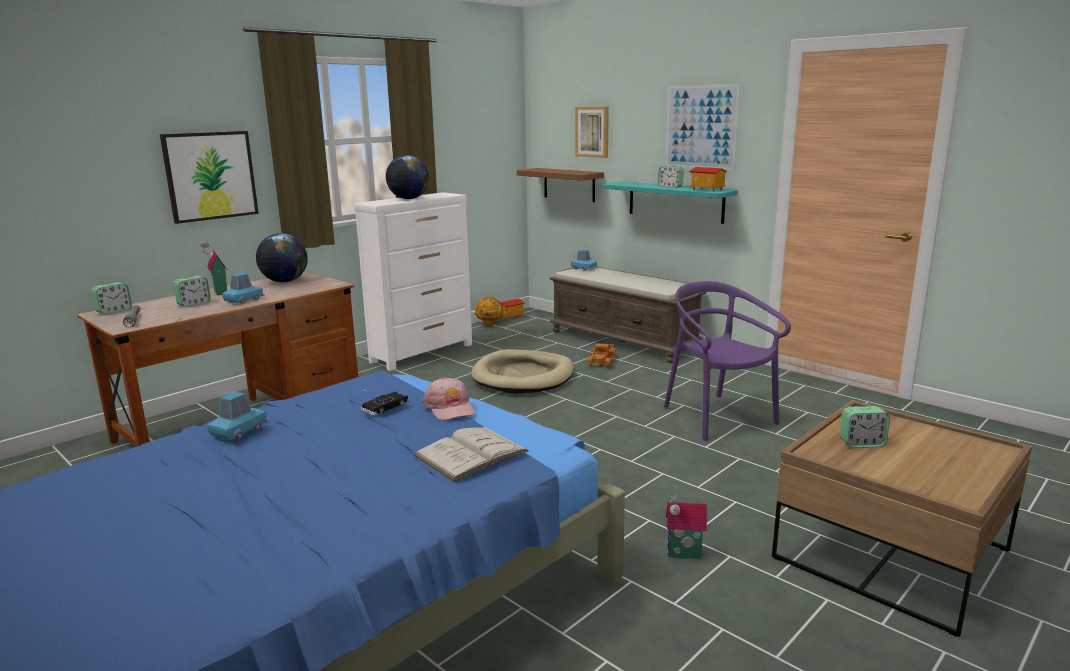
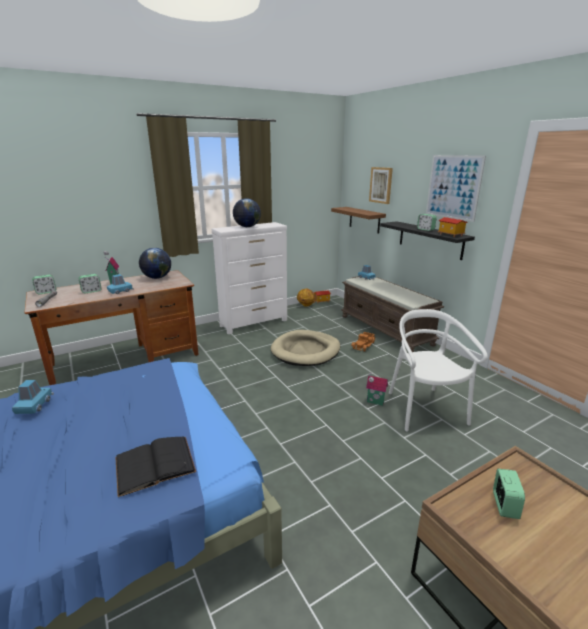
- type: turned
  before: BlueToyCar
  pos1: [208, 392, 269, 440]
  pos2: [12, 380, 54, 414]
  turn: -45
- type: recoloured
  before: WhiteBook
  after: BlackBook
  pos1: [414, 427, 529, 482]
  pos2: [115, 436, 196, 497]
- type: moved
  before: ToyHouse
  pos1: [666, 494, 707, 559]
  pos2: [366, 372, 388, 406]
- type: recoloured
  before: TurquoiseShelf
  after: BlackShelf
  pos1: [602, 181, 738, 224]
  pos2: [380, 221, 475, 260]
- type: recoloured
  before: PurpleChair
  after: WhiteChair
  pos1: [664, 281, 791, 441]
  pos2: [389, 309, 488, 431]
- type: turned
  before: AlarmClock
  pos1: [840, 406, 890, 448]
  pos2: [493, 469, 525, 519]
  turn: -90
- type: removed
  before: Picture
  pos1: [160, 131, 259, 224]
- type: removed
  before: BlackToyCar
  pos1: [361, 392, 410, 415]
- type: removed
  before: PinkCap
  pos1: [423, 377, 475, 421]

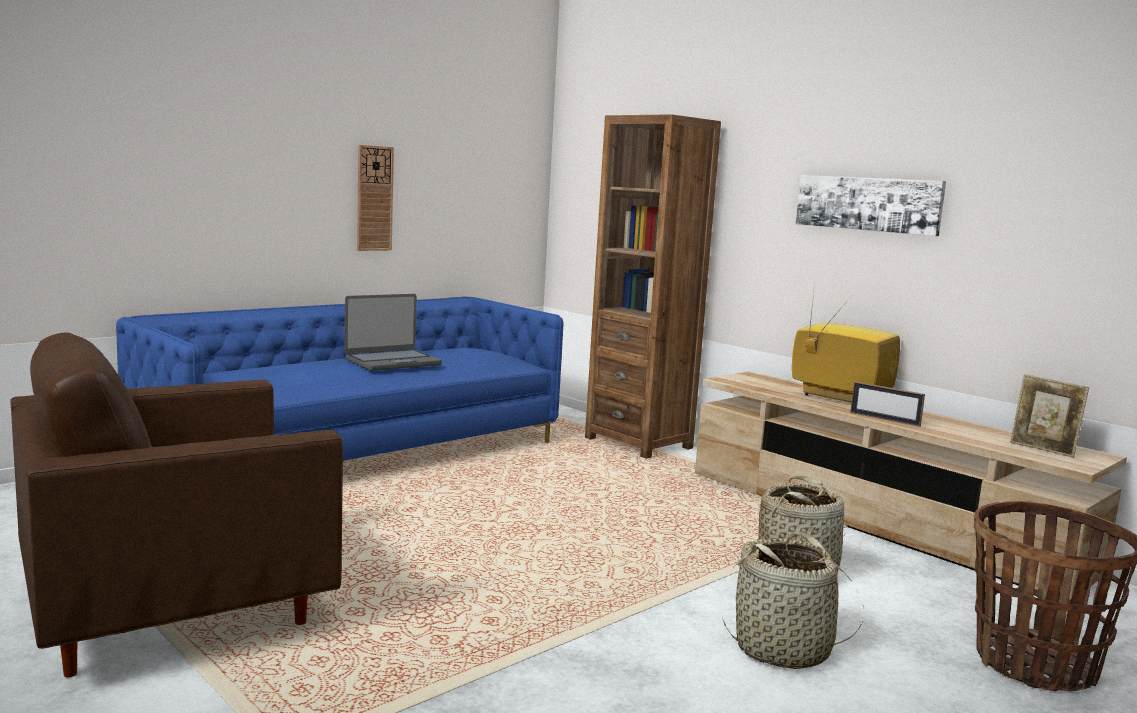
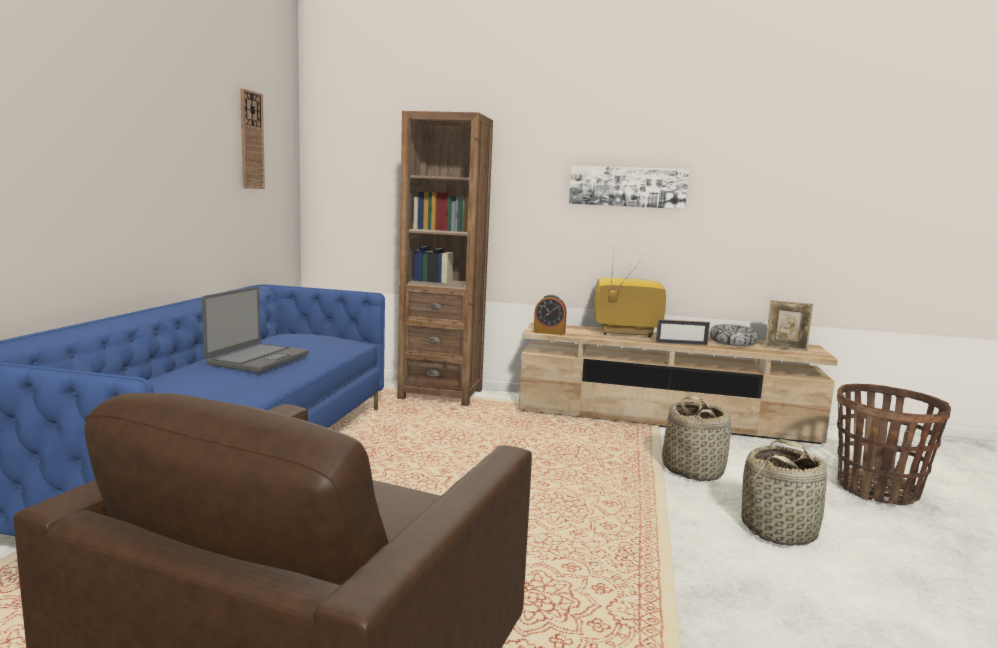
- type: moved
  before: WallClock
  pos1: [357, 145, 394, 251]
  pos2: [240, 88, 265, 189]
- type: added
  after: AlarmClock
  pos2: [534, 294, 566, 335]
- type: added
  after: Bowl
  pos2: [709, 324, 759, 346]

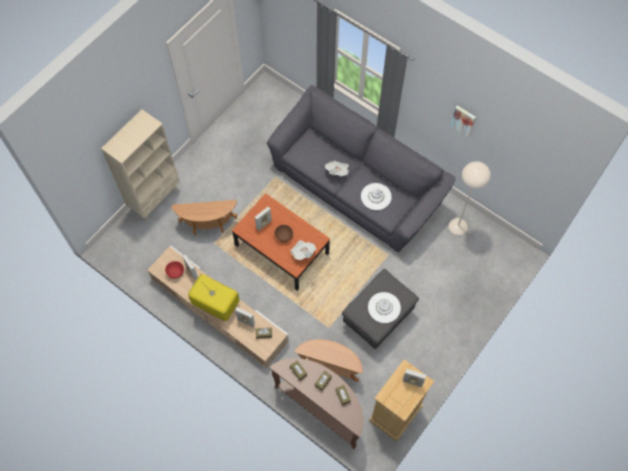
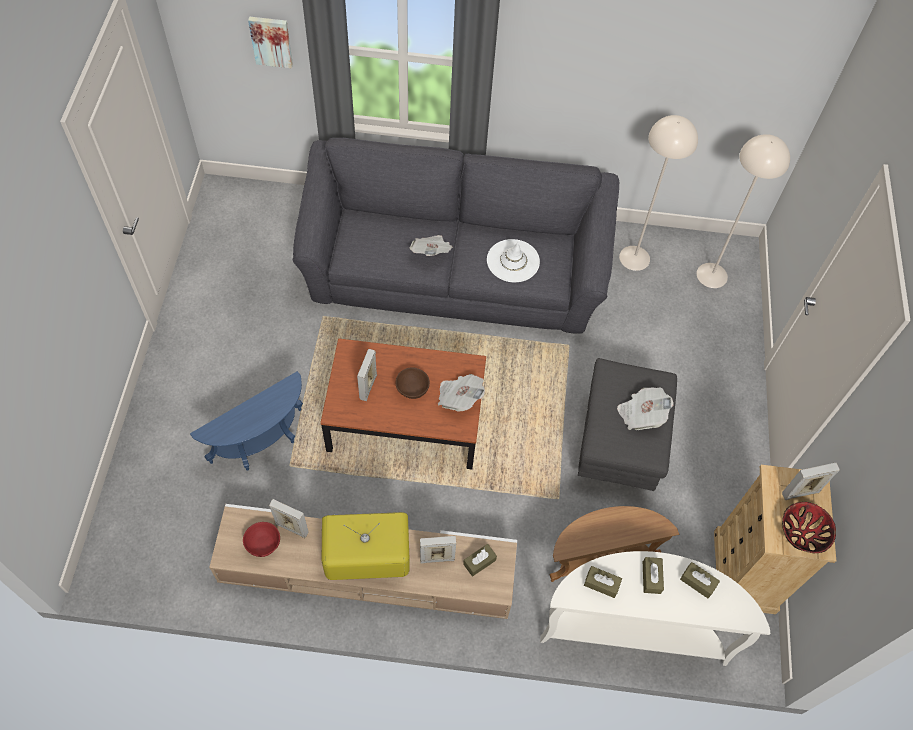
- type: recoloured
  before: BrownSideTable
  after: BlueSideTable
  pos1: [172, 200, 237, 235]
  pos2: [190, 371, 303, 471]
- type: moved
  before: Picture
  pos1: [450, 105, 476, 137]
  pos2: [248, 17, 293, 68]
- type: recoloured
  before: BrownConsoleTable
  after: WhiteConsoleTable
  pos1: [269, 358, 364, 449]
  pos2: [540, 551, 770, 666]
- type: replaced
  before: WhiteHat
  after: Newspaper
  pos1: [368, 292, 401, 323]
  pos2: [617, 387, 674, 430]
- type: added
  after: BeigeFloorLamp
  pos2: [697, 134, 790, 288]
- type: added
  after: Bowl
  pos2: [782, 502, 836, 553]
- type: removed
  before: BeigeBookcase
  pos1: [101, 109, 180, 220]

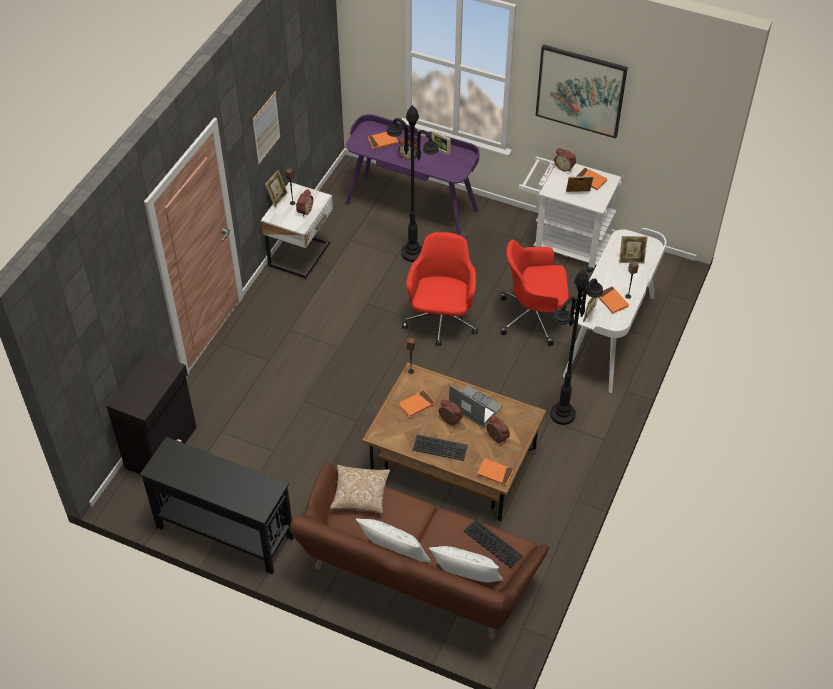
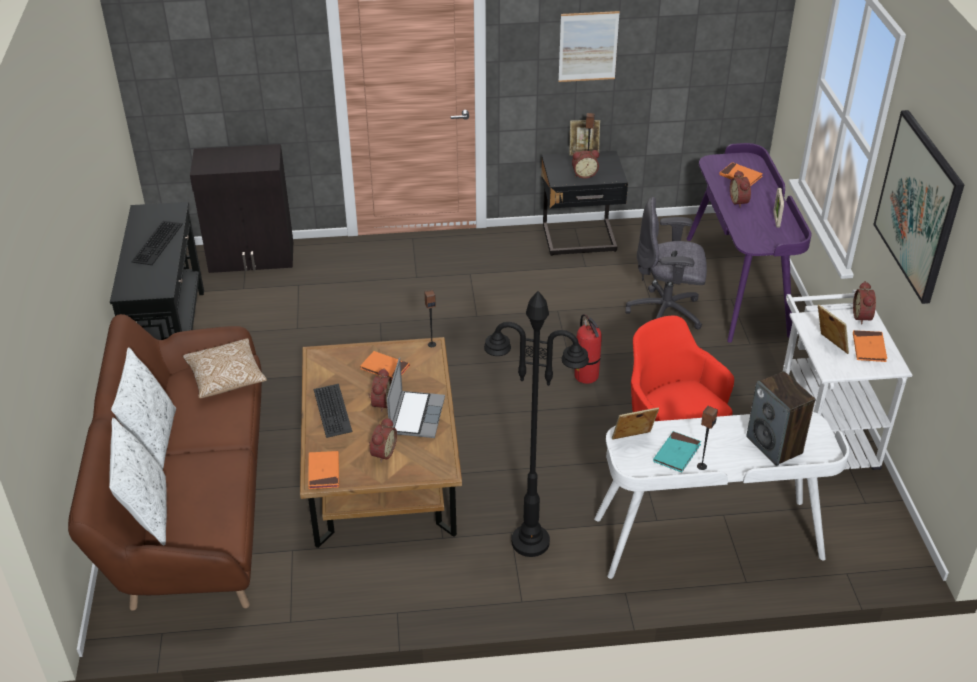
- type: moved
  before: Keyboard
  pos1: [464, 520, 523, 568]
  pos2: [131, 221, 183, 265]
- type: recoloured
  before: WhiteNightstand
  after: BlackNightstand
  pos1: [261, 182, 333, 279]
  pos2: [541, 151, 628, 256]
- type: replaced
  before: RedOfficeChair
  after: FireExtinguisher
  pos1: [402, 232, 478, 345]
  pos2: [574, 314, 602, 384]
- type: replaced
  before: BlackFloorLamp
  after: GreyOfficeChair
  pos1: [387, 105, 439, 262]
  pos2: [625, 197, 707, 330]
- type: recoloured
  before: OrangeBook
  after: TurquoiseBook
  pos1: [598, 286, 629, 314]
  pos2: [653, 431, 701, 473]
- type: replaced
  before: PictureFrame
  after: Speaker
  pos1: [619, 236, 648, 263]
  pos2: [746, 371, 815, 466]

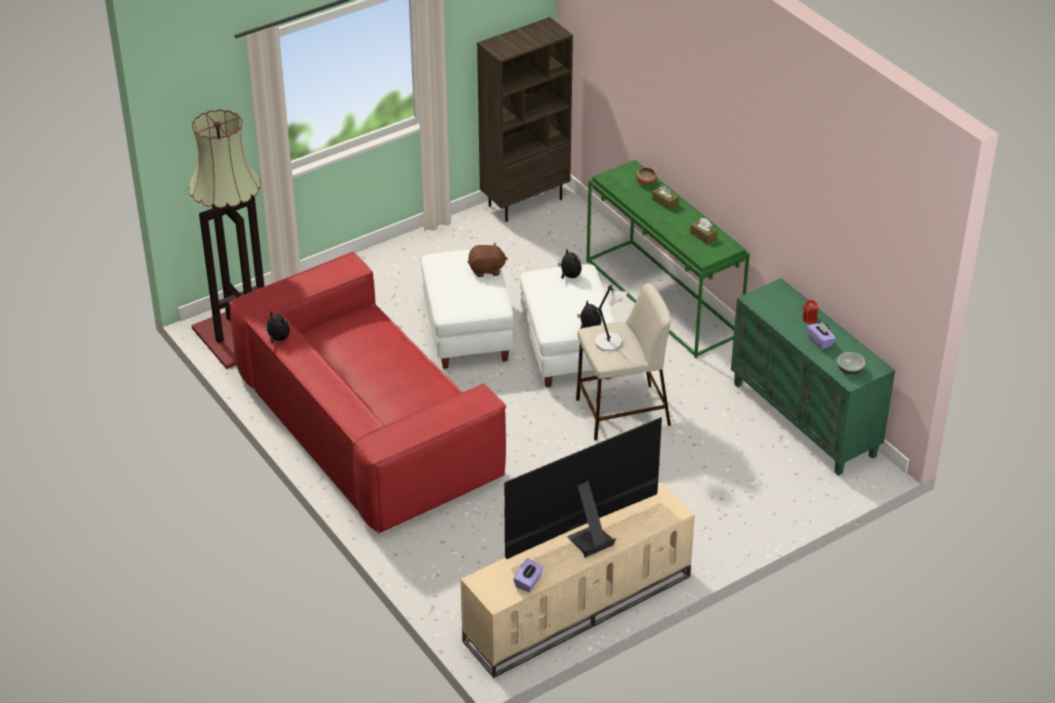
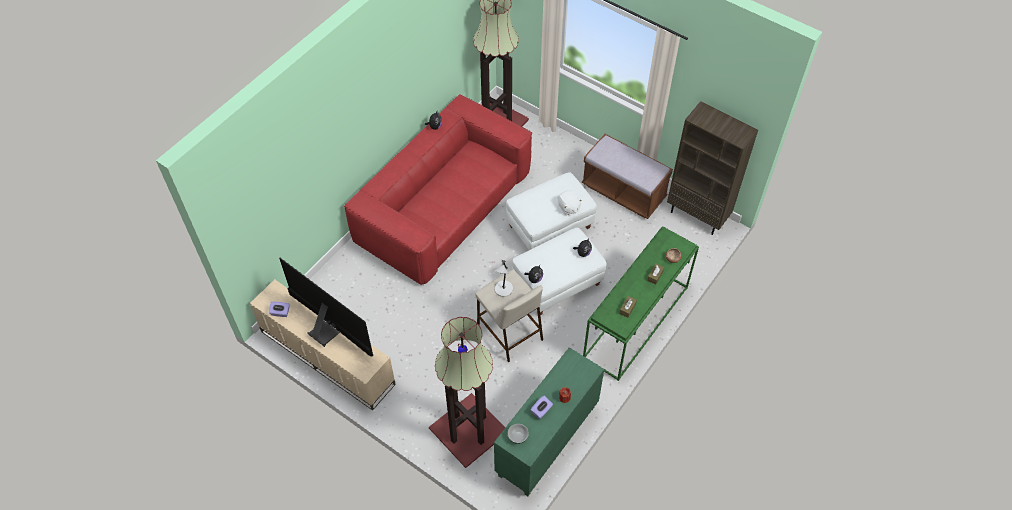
- type: added
  after: FloorLamp
  pos2: [429, 317, 505, 468]
- type: recoloured
  before: BrownPlushToy
  after: WhitePlushToy
  pos1: [468, 243, 508, 277]
  pos2: [558, 190, 582, 215]
- type: added
  after: BrownBench
  pos2: [582, 134, 673, 219]

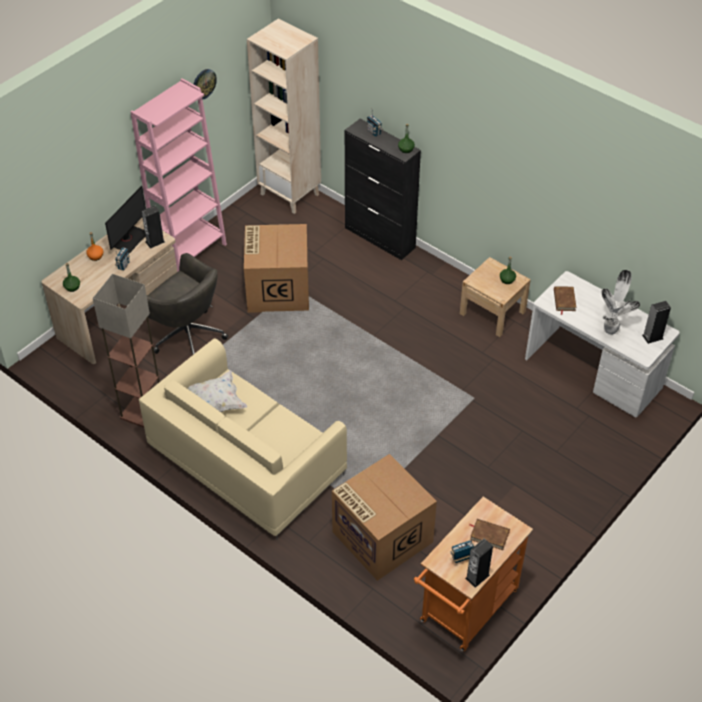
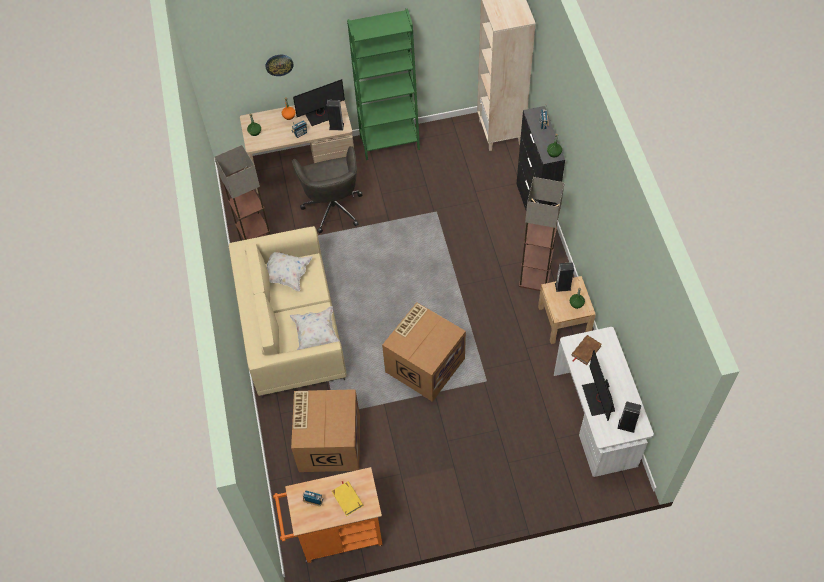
- type: moved
  before: WallClock
  pos1: [194, 69, 217, 100]
  pos2: [266, 55, 293, 76]
- type: added
  after: WhitePillow
  pos2: [290, 306, 340, 350]
- type: recoloured
  before: BrownBook
  after: YellowBook
  pos1: [470, 519, 510, 550]
  pos2: [332, 481, 363, 516]
- type: recoloured
  before: PinkBookcase
  after: GreenBookcase
  pos1: [131, 78, 227, 272]
  pos2: [347, 9, 420, 160]
- type: moved
  before: CardboardBox
  pos1: [244, 224, 309, 313]
  pos2: [382, 302, 466, 402]
- type: added
  after: FloorLamp
  pos2: [519, 177, 565, 291]
- type: moved
  before: Speaker
  pos1: [465, 539, 493, 588]
  pos2: [555, 262, 574, 292]
- type: replaced
  before: PottedPlant
  after: Monitor
  pos1: [601, 270, 640, 335]
  pos2: [582, 350, 615, 421]

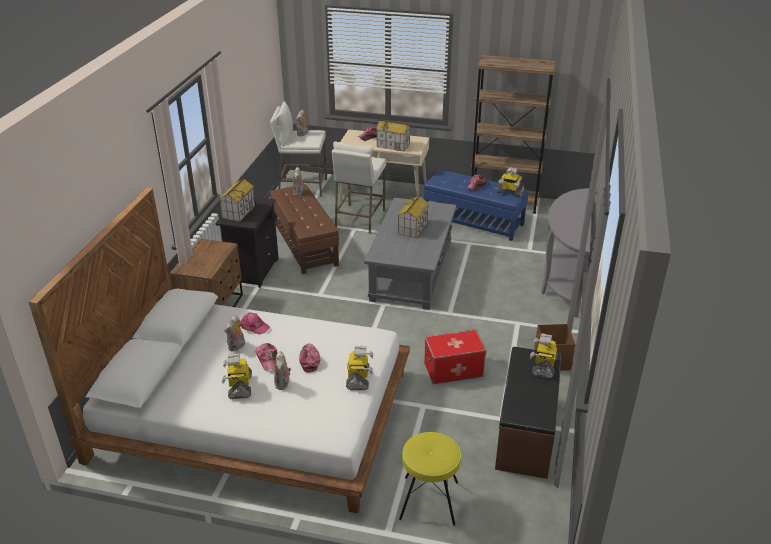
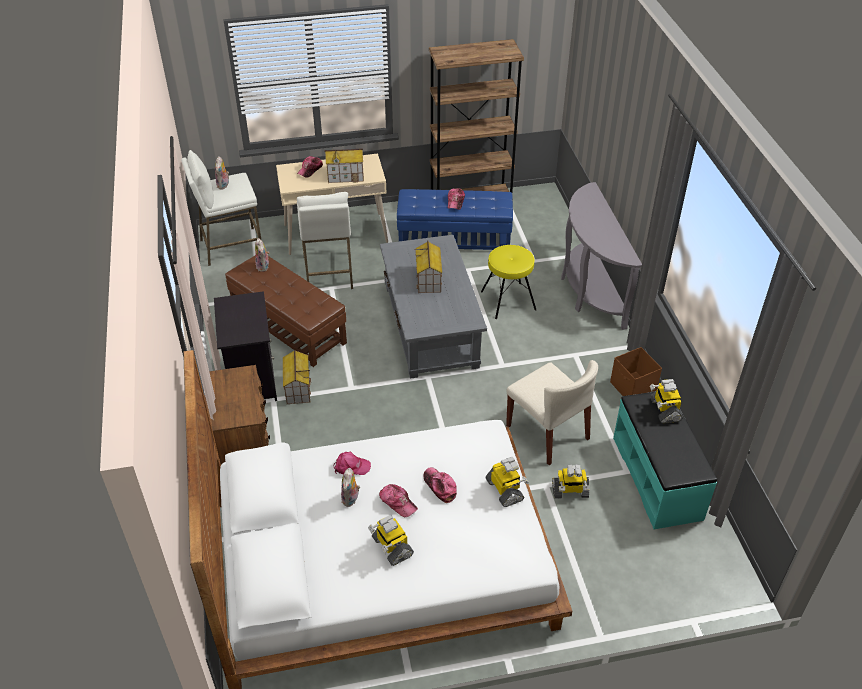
- type: moved
  before: ToyHouse
  pos1: [219, 178, 255, 222]
  pos2: [283, 349, 311, 404]
- type: moved
  before: YellowStool
  pos1: [399, 432, 461, 526]
  pos2: [481, 245, 536, 319]
- type: replaced
  before: StorageBox
  after: BeigeChair
  pos1: [424, 329, 487, 384]
  pos2: [506, 360, 598, 465]
- type: moved
  before: ToyRobot
  pos1: [497, 167, 524, 197]
  pos2: [552, 464, 589, 498]
- type: recoloured
  before: BrownBench
  after: TurquoiseBench
  pos1: [495, 347, 562, 479]
  pos2: [613, 391, 717, 529]
- type: removed
  before: PlushToy
  pos1: [274, 351, 291, 390]

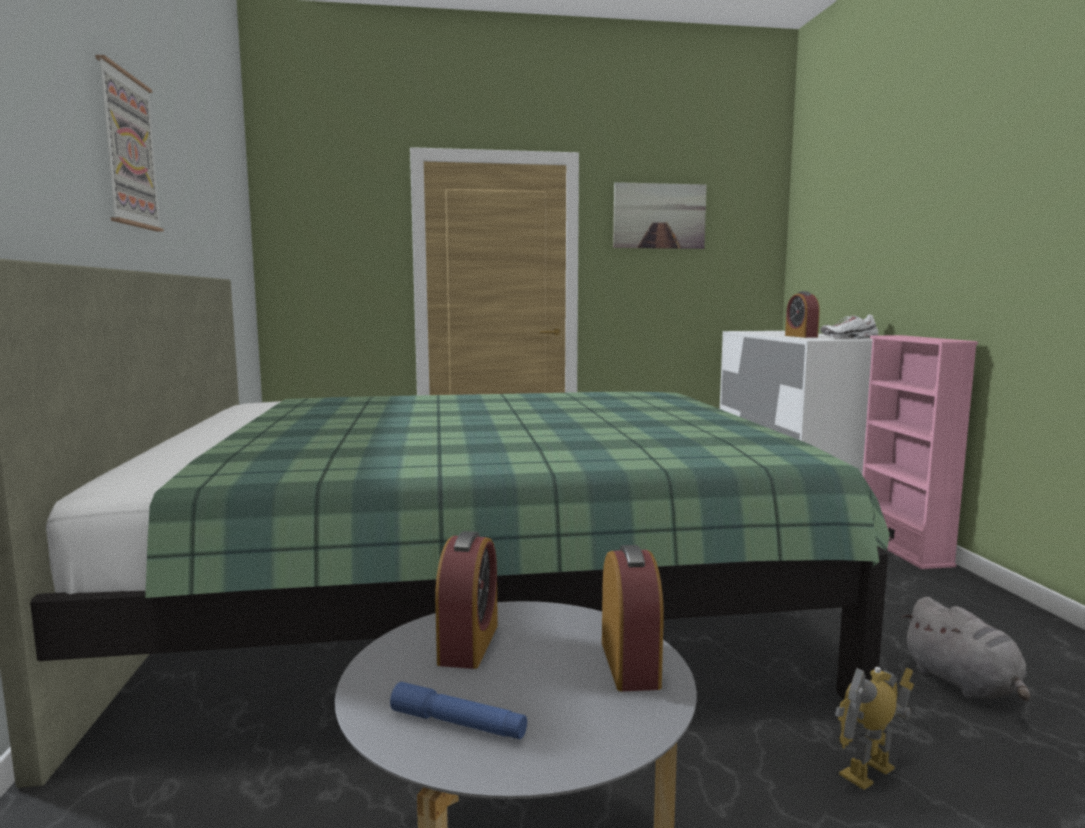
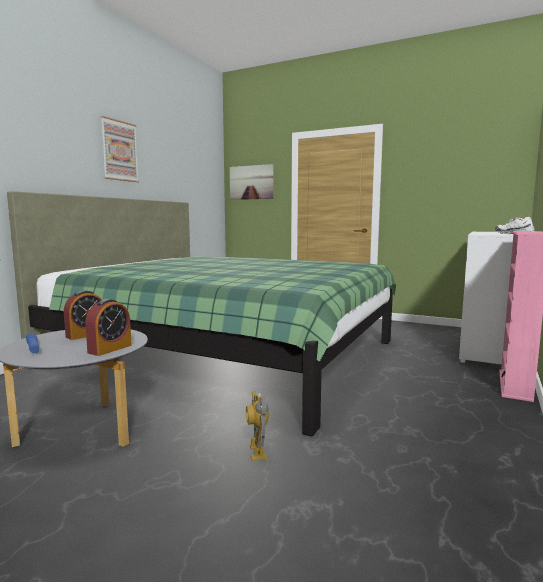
- type: moved
  before: Picture
  pos1: [613, 182, 707, 249]
  pos2: [230, 164, 273, 200]
- type: turned
  before: ToyRobot
  pos1: [835, 667, 914, 790]
  pos2: [246, 391, 269, 461]
  turn: -105
- type: removed
  before: AlarmClock
  pos1: [785, 291, 820, 338]
- type: removed
  before: GreyPlushToy
  pos1: [901, 597, 1030, 701]

